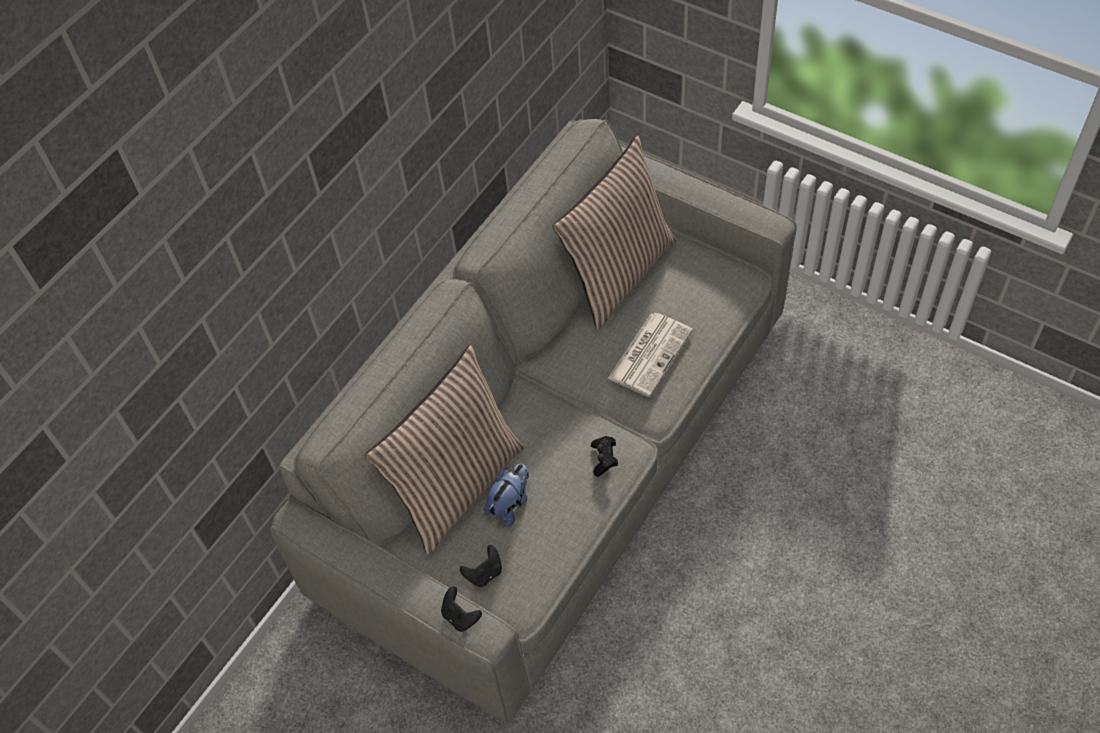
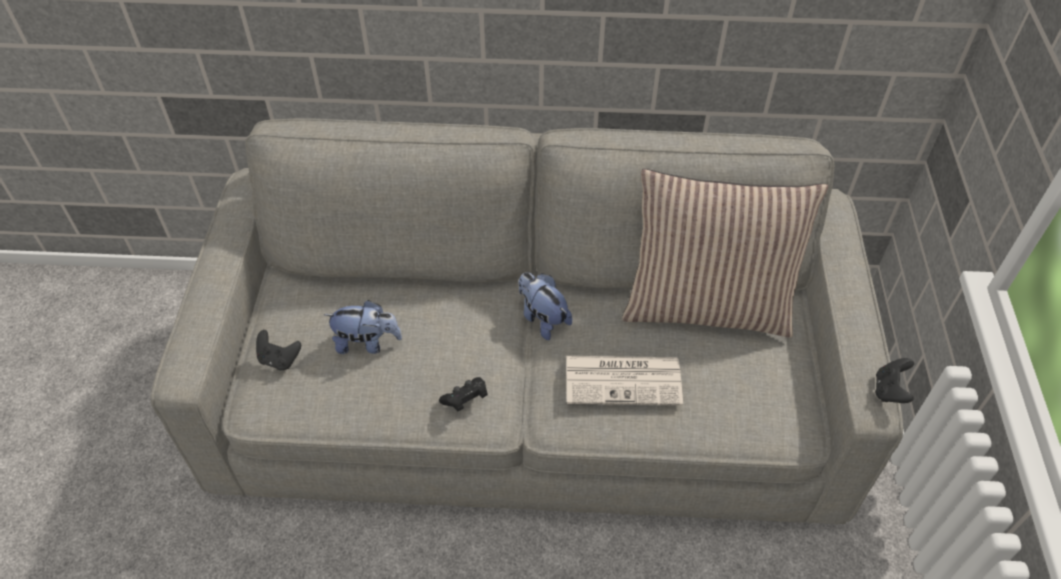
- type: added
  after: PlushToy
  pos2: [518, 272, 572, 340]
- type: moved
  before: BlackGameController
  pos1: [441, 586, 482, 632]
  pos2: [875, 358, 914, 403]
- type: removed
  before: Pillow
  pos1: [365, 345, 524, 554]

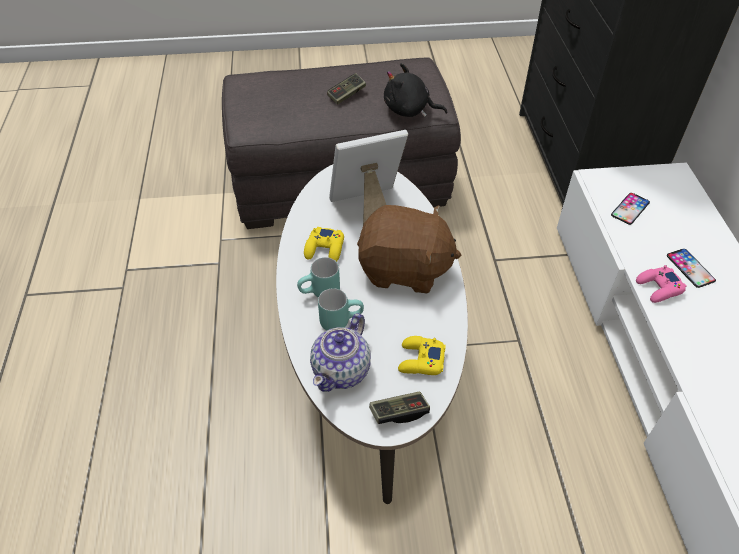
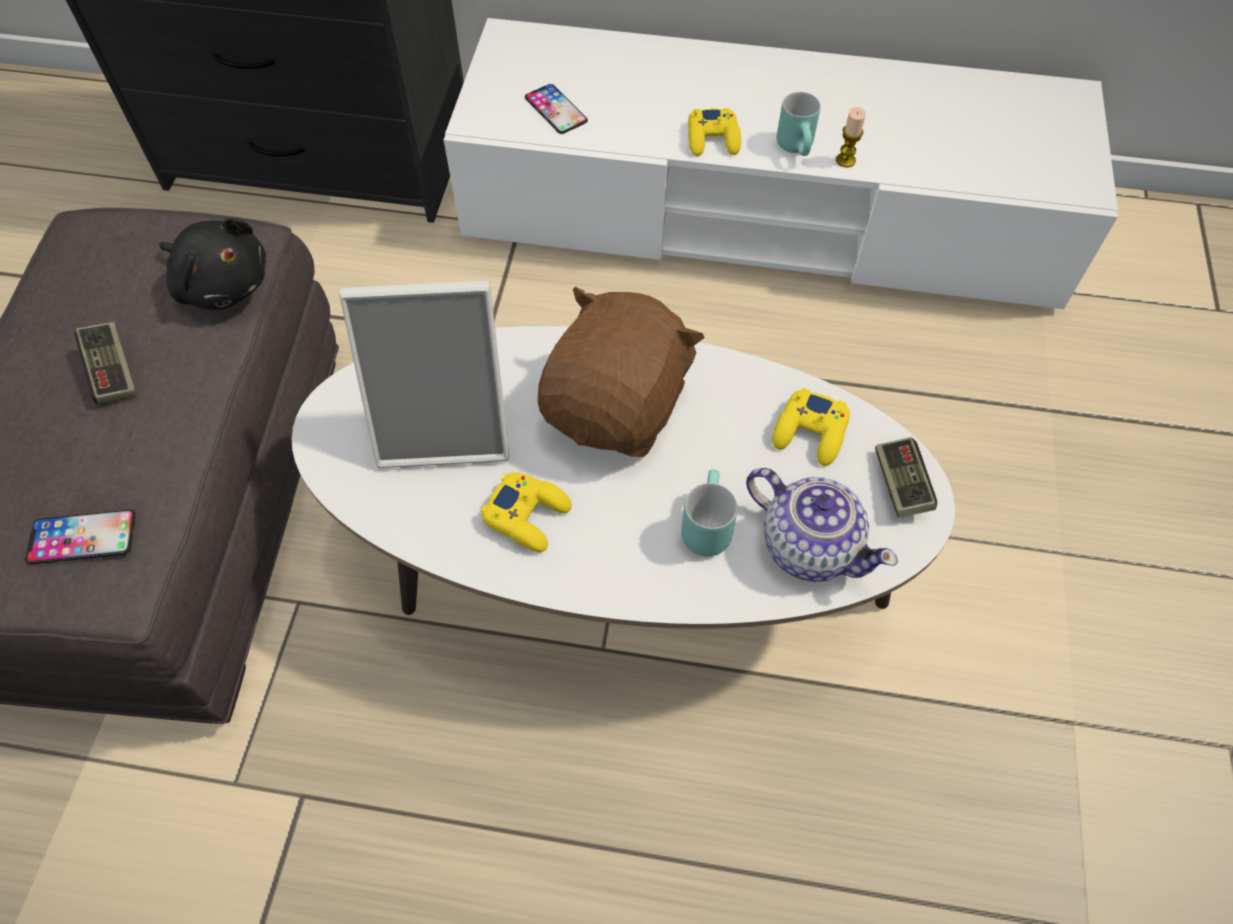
- type: moved
  before: Phone
  pos1: [667, 249, 716, 288]
  pos2: [25, 510, 136, 564]
- type: turned
  before: BlackPlushToy
  pos1: [384, 63, 447, 117]
  pos2: [159, 218, 266, 310]
  turn: -90
- type: turned
  before: PictureFrame
  pos1: [329, 130, 408, 225]
  pos2: [339, 281, 509, 468]
  turn: -90
- type: recoloured
  before: PinkGameController
  after: YellowGameController
  pos1: [636, 265, 687, 303]
  pos2: [688, 108, 741, 156]
- type: moved
  before: TurquoiseMug
  pos1: [297, 257, 340, 297]
  pos2: [777, 92, 820, 156]
- type: added
  after: Candle
  pos2: [836, 107, 866, 167]

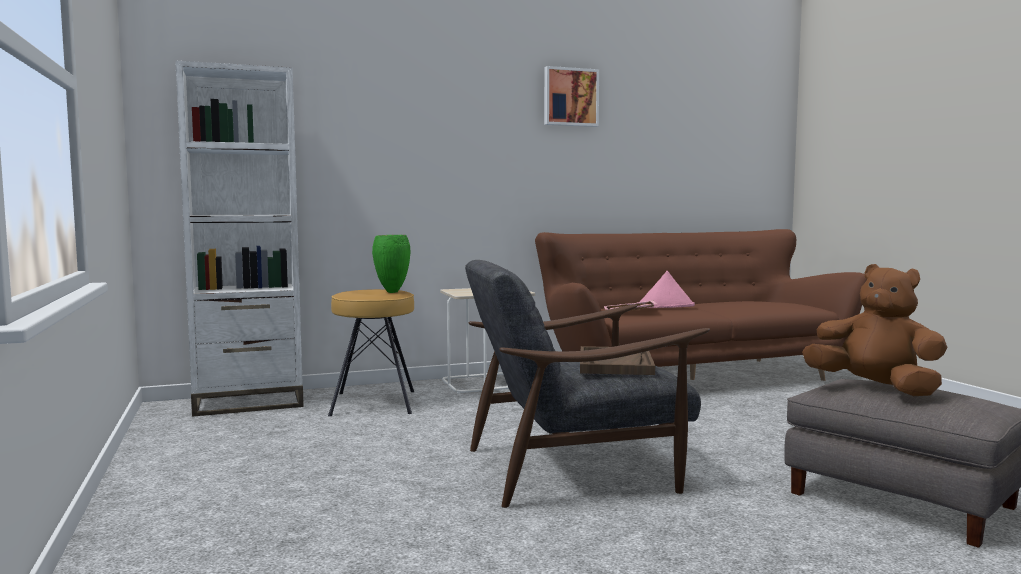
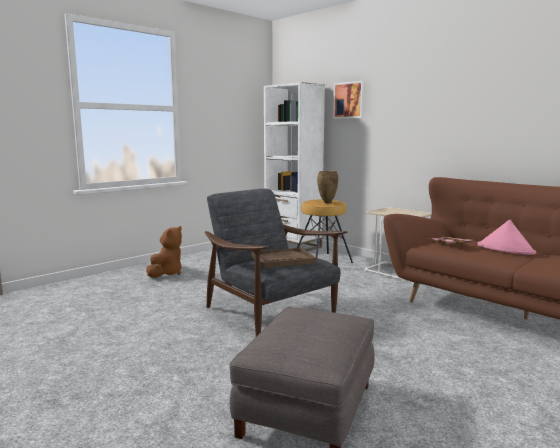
- type: moved
  before: BrownPlushToy
  pos1: [802, 264, 948, 396]
  pos2: [146, 226, 182, 278]
- type: recoloured
  before: GreenVase
  after: BrownVase
  pos1: [372, 235, 410, 293]
  pos2: [317, 171, 338, 203]
- type: moved
  before: Picture
  pos1: [544, 66, 599, 127]
  pos2: [333, 81, 365, 119]

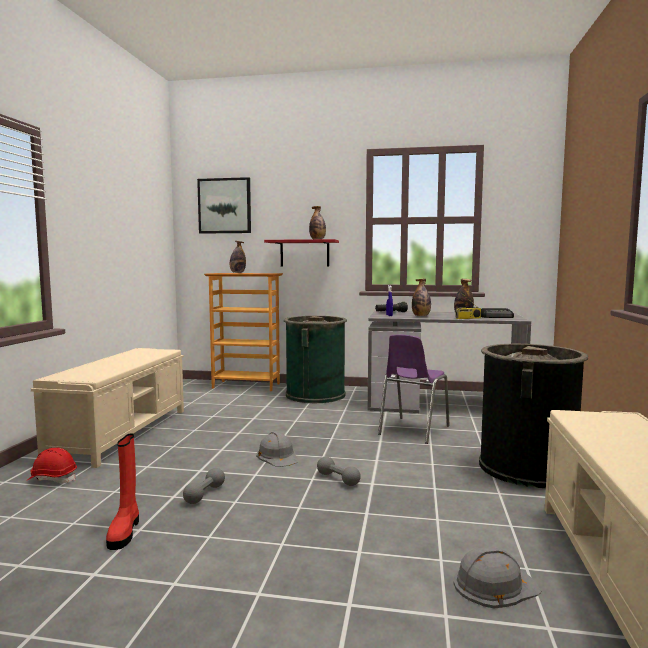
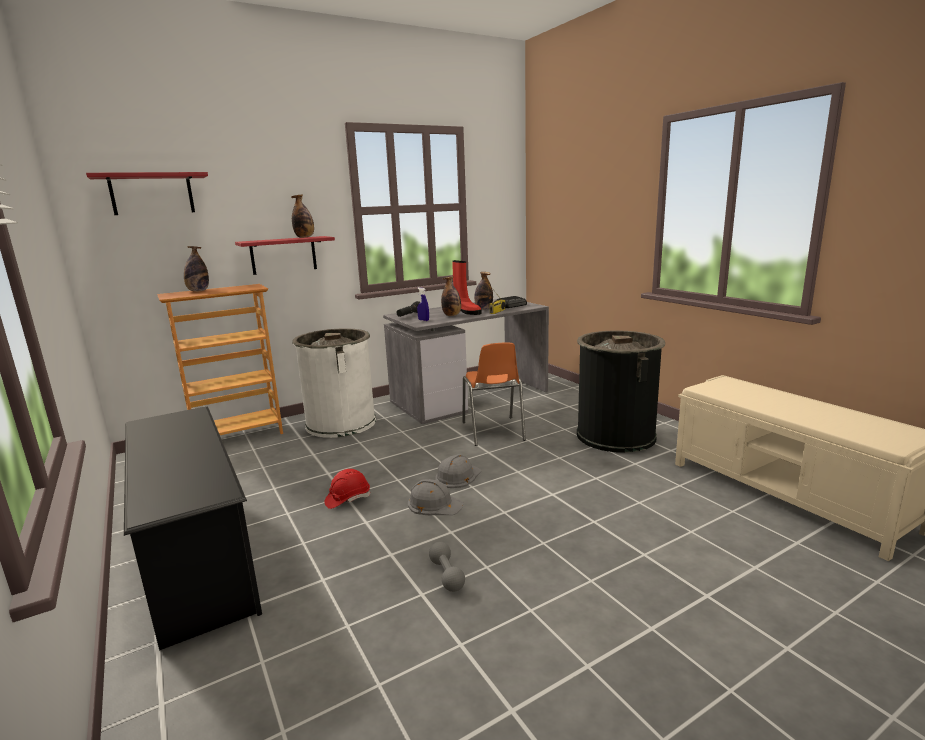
- type: replaced
  before: Picture
  after: RedShelf
  pos1: [197, 177, 251, 234]
  pos2: [86, 172, 208, 215]
- type: replaced
  before: BeigeBench
  after: BlackShoeRack
  pos1: [31, 348, 184, 468]
  pos2: [124, 406, 262, 650]
- type: recoloured
  before: GreenTrashCan
  after: WhiteTrashCan
  pos1: [284, 316, 347, 403]
  pos2: [292, 328, 376, 438]
- type: moved
  before: RedHardHat
  pos1: [26, 448, 77, 483]
  pos2: [324, 469, 370, 509]
- type: moved
  before: GreyHardHat
  pos1: [453, 547, 542, 609]
  pos2: [436, 454, 481, 488]
- type: moved
  before: RedBoot
  pos1: [106, 433, 139, 550]
  pos2: [452, 260, 482, 315]
- type: recoloured
  before: PurpleChair
  after: OrangeChair
  pos1: [378, 334, 450, 444]
  pos2: [463, 342, 526, 446]
- type: removed
  before: GreyDumbbell
  pos1: [317, 456, 361, 486]

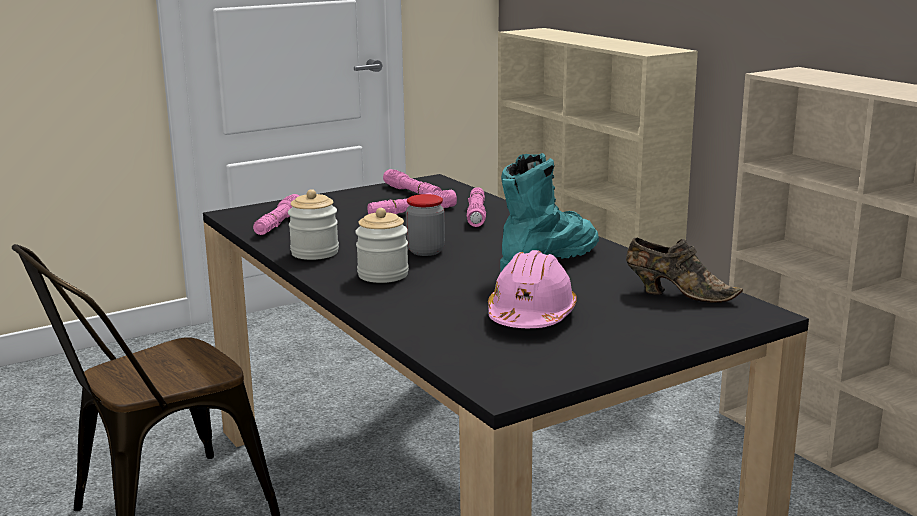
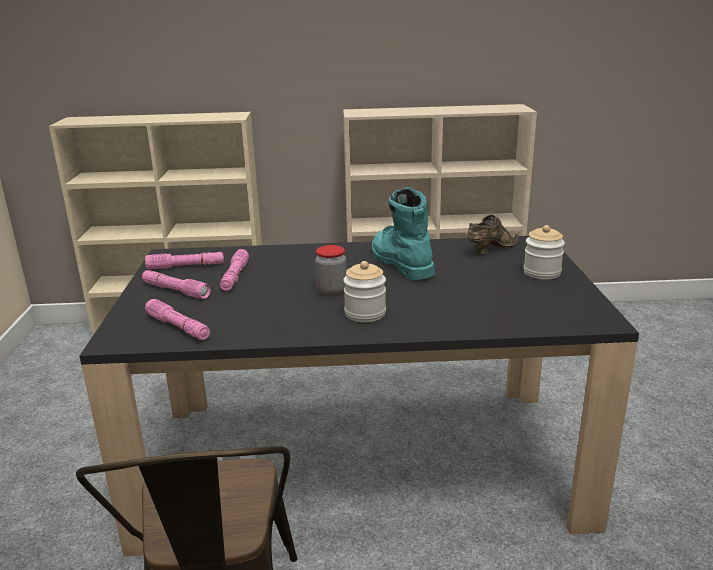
- type: moved
  before: PinkFlashlight
  pos1: [467, 187, 486, 227]
  pos2: [142, 270, 210, 299]
- type: moved
  before: Jar
  pos1: [288, 189, 339, 260]
  pos2: [523, 225, 565, 280]
- type: removed
  before: PinkHardHat
  pos1: [488, 250, 577, 328]

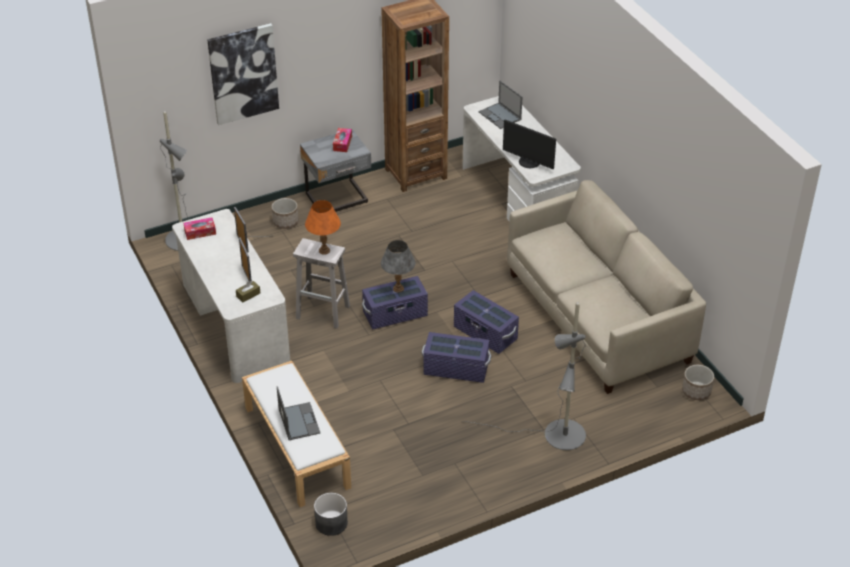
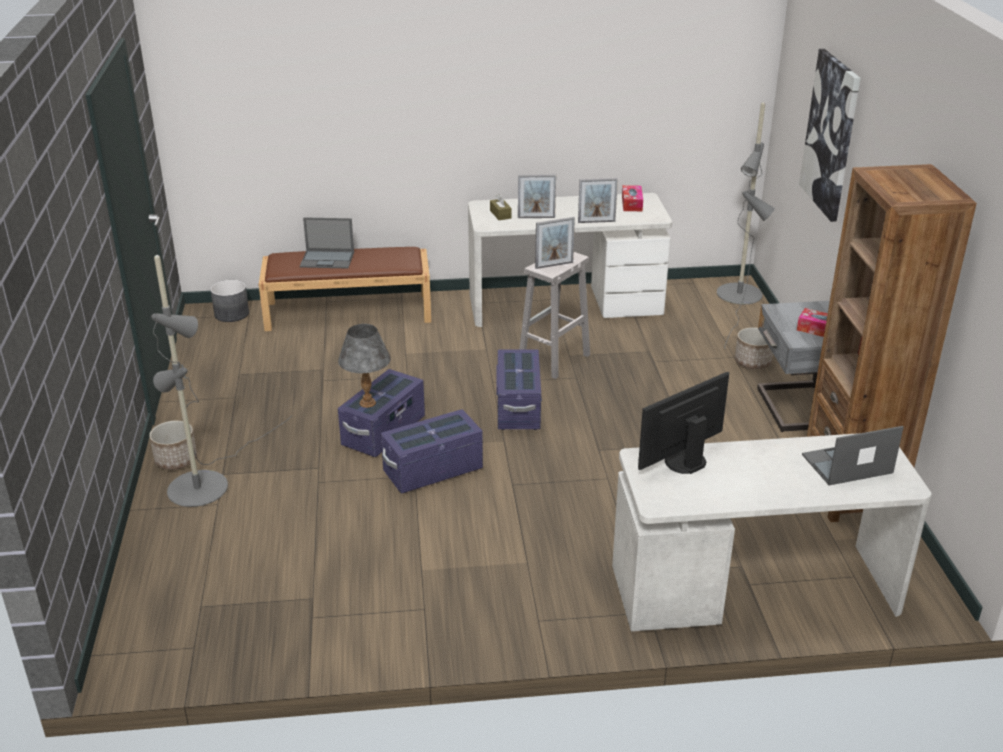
- type: moved
  before: Planter
  pos1: [682, 365, 714, 400]
  pos2: [149, 421, 197, 470]
- type: recoloured
  before: WhiteBench
  after: BrownBench
  pos1: [242, 361, 351, 507]
  pos2: [258, 247, 431, 331]
- type: moved
  before: GreyTableLamp
  pos1: [381, 240, 415, 293]
  pos2: [338, 324, 391, 408]
- type: replaced
  before: OrangeTableLamp
  after: PictureFrame
  pos1: [305, 200, 341, 255]
  pos2: [535, 217, 575, 269]
- type: removed
  before: BeigeSofa
  pos1: [507, 180, 706, 394]

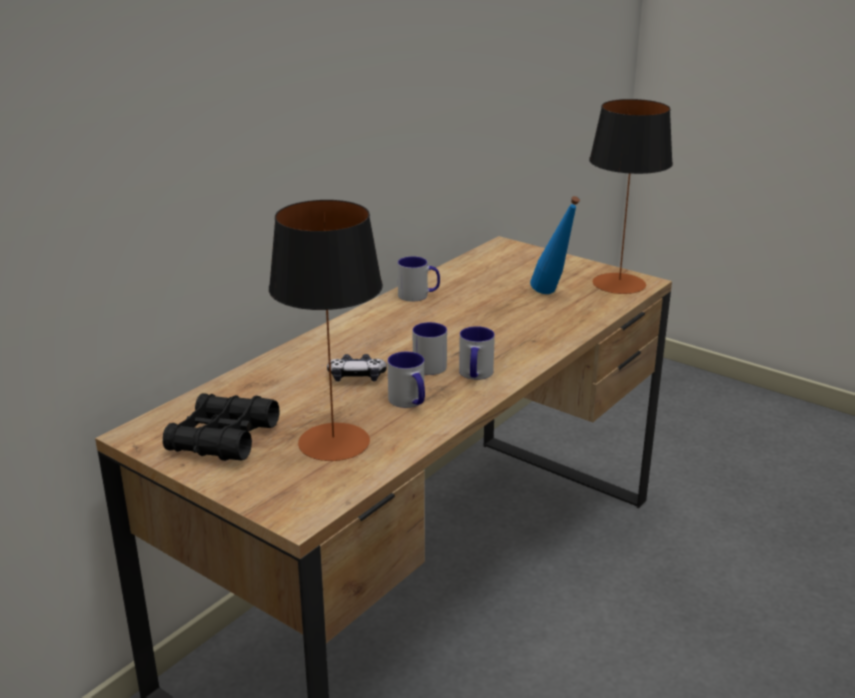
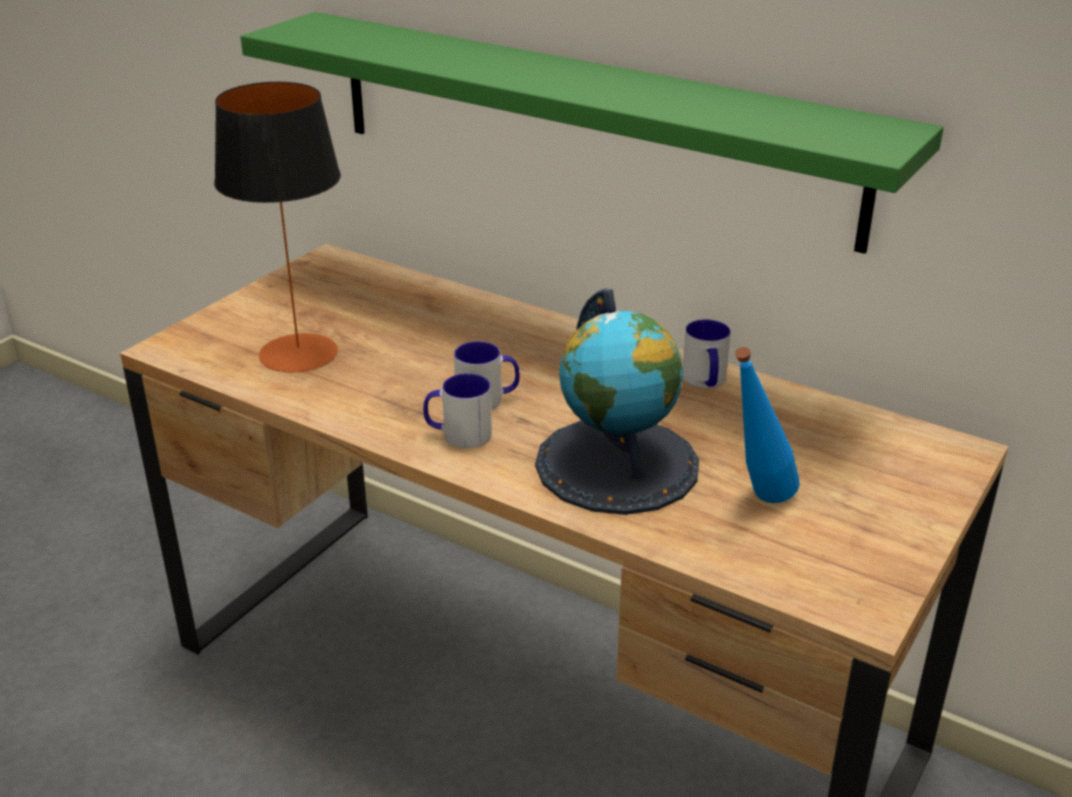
- type: added
  after: GreenShelf
  pos2: [240, 12, 943, 254]
- type: added
  after: Globe
  pos2: [535, 289, 699, 515]
- type: removed
  before: BlackBinoculars
  pos1: [163, 393, 279, 461]
- type: removed
  before: GameController
  pos1: [327, 354, 387, 382]
- type: removed
  before: Mug
  pos1: [388, 352, 425, 408]
- type: removed
  before: TableLamp
  pos1: [589, 99, 673, 294]

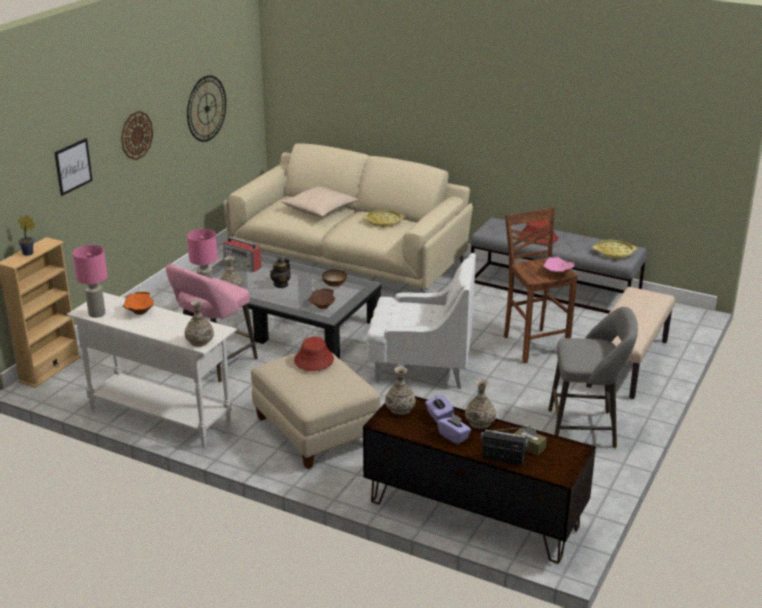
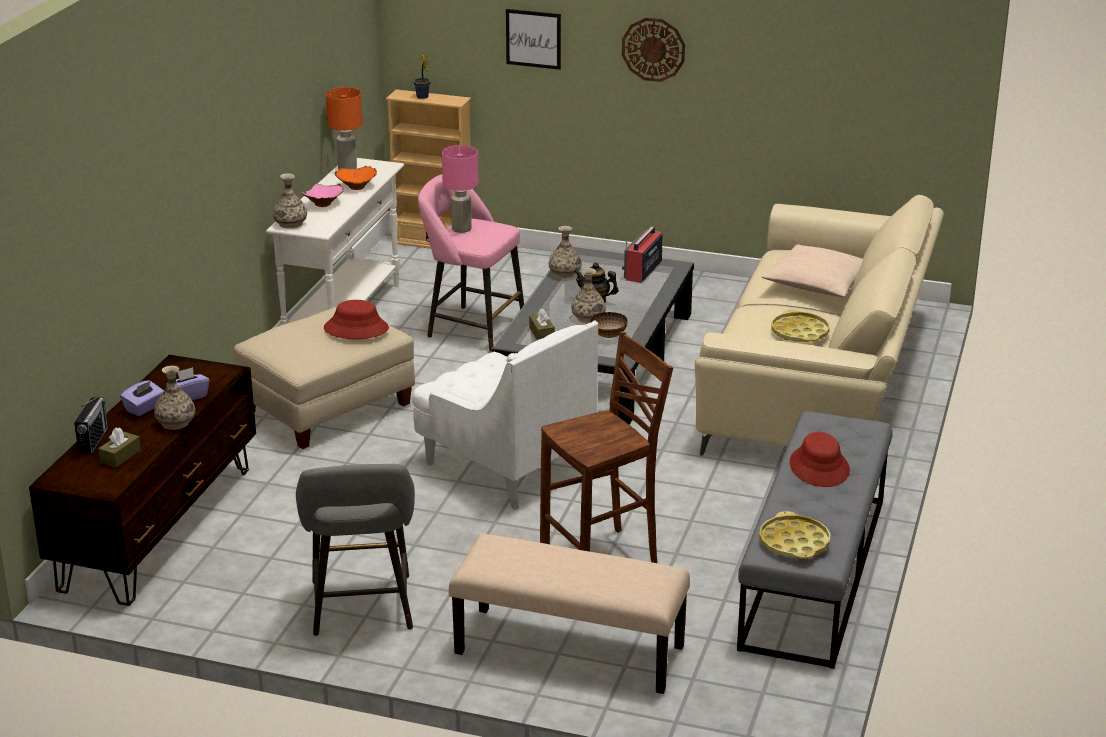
- type: moved
  before: PinkBowl
  pos1: [543, 256, 575, 277]
  pos2: [302, 183, 344, 207]
- type: recoloured
  before: PinkTableLamp
  after: OrangeTableLamp
  pos1: [73, 245, 108, 318]
  pos2: [326, 87, 363, 169]
- type: turned
  before: WhiteArmchair
  pos1: [367, 253, 476, 389]
  pos2: [412, 321, 598, 510]
  turn: -45
- type: replaced
  before: BrownBowl
  after: BrownTissueBox
  pos1: [307, 288, 335, 309]
  pos2: [529, 309, 555, 340]
- type: moved
  before: Vase
  pos1: [385, 366, 416, 415]
  pos2: [571, 268, 606, 324]
- type: removed
  before: WallClock
  pos1: [187, 75, 226, 142]

